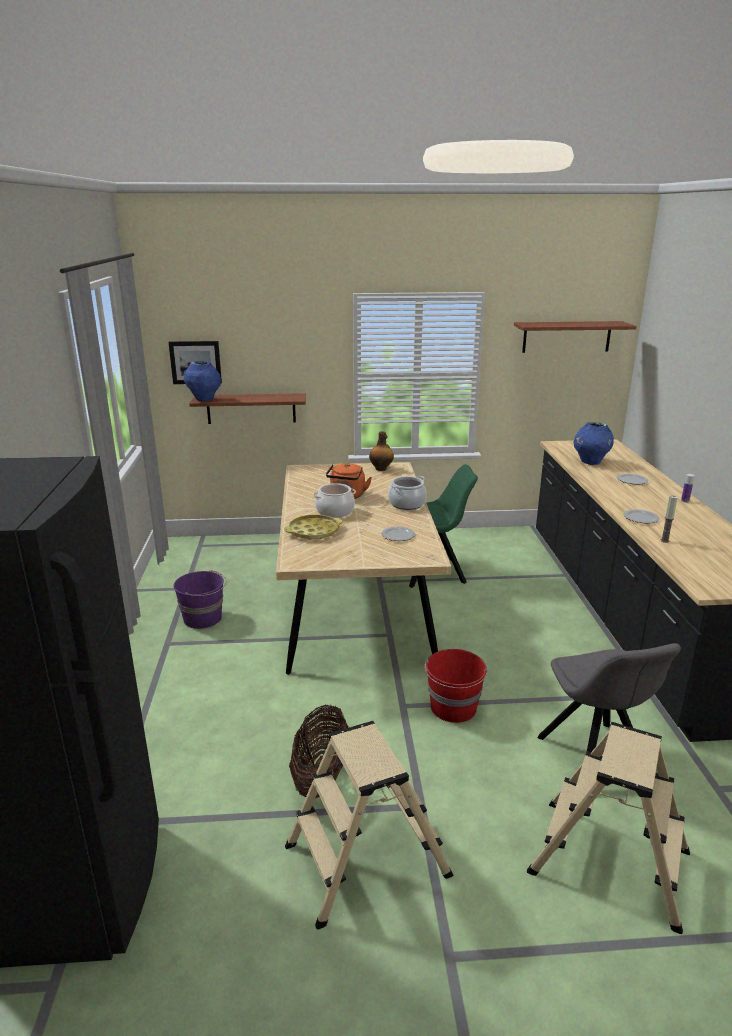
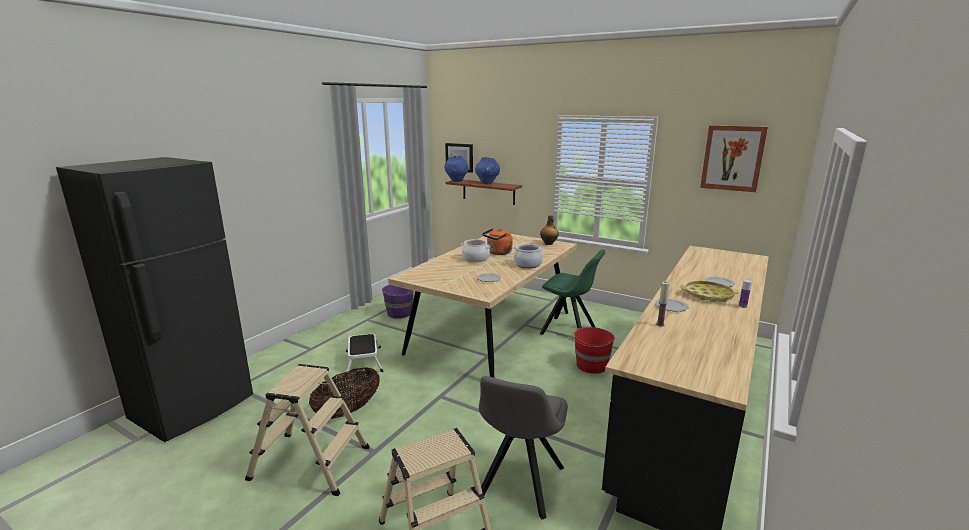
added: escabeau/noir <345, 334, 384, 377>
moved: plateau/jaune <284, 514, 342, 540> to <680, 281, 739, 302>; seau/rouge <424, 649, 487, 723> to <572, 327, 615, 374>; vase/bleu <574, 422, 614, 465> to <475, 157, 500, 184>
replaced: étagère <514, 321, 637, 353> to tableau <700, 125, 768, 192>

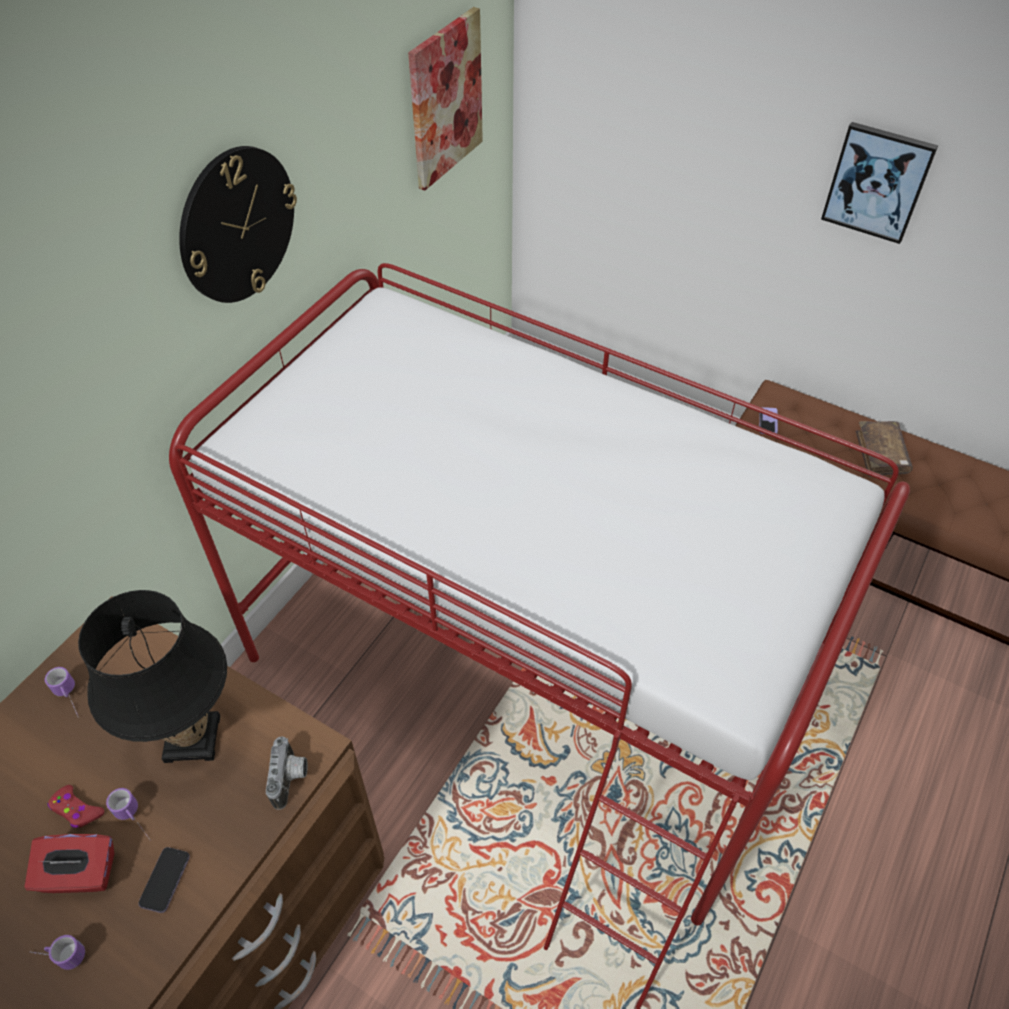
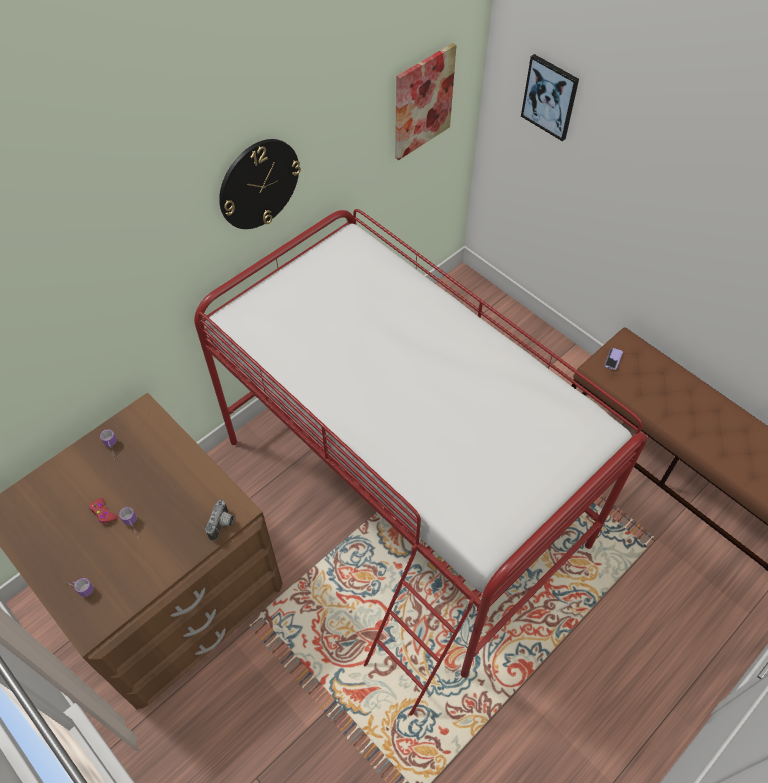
removed: boîte à mouchoirs/rouge <25, 834, 114, 893>; lampe de table/noir <78, 590, 227, 763>; téléphone <138, 847, 190, 913>; livre/marron <856, 421, 913, 477>
moved: tableau <821, 122, 938, 244> to <521, 54, 579, 141>

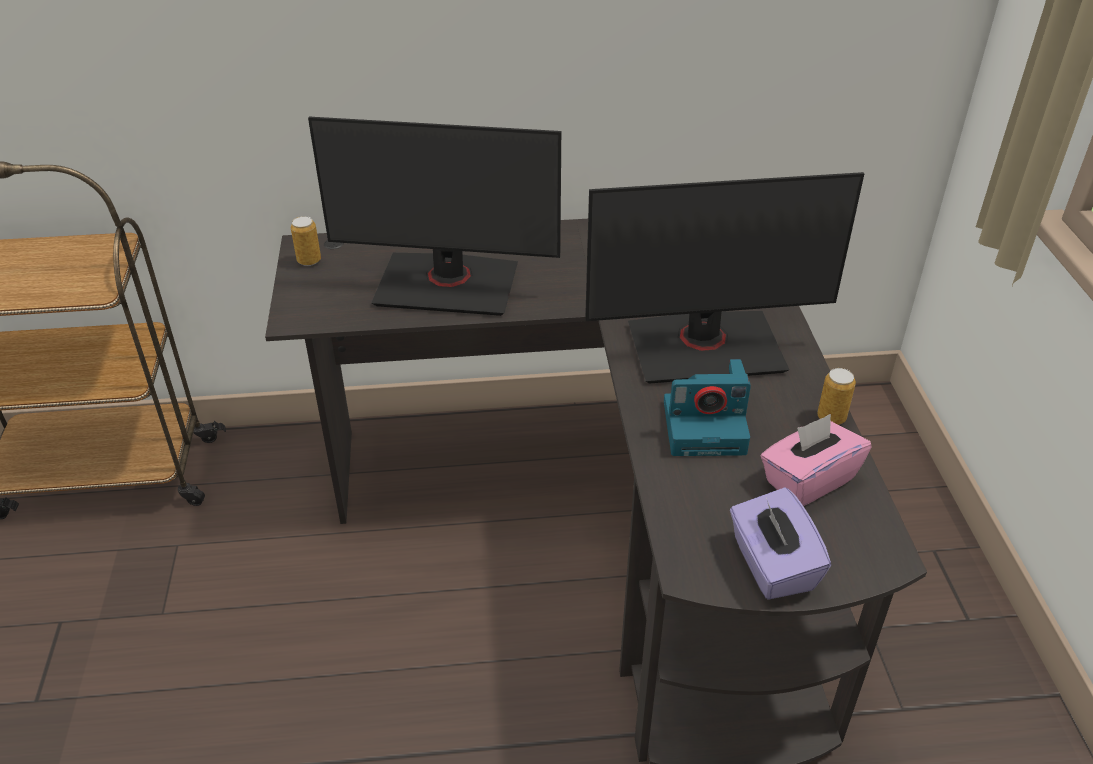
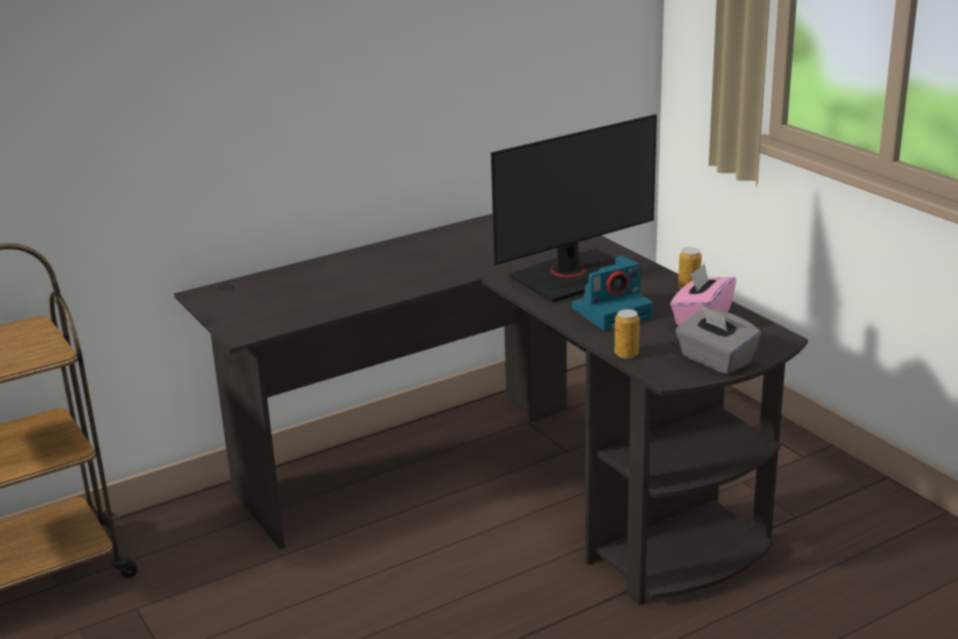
removed: écran d'ordinateur <308, 117, 561, 316>
moved: boîte métallique <291, 216, 321, 266> to <615, 309, 640, 359>
recoloured: boîte à mouchoirs/violet <730, 487, 831, 600> to boîte à mouchoirs/gris <675, 306, 761, 374>

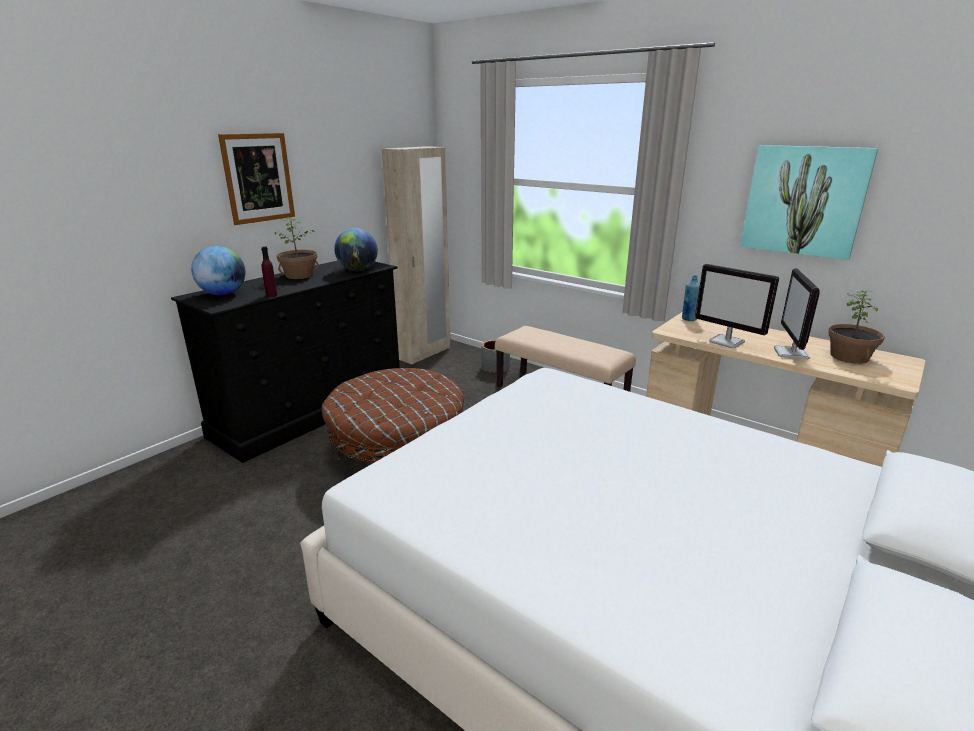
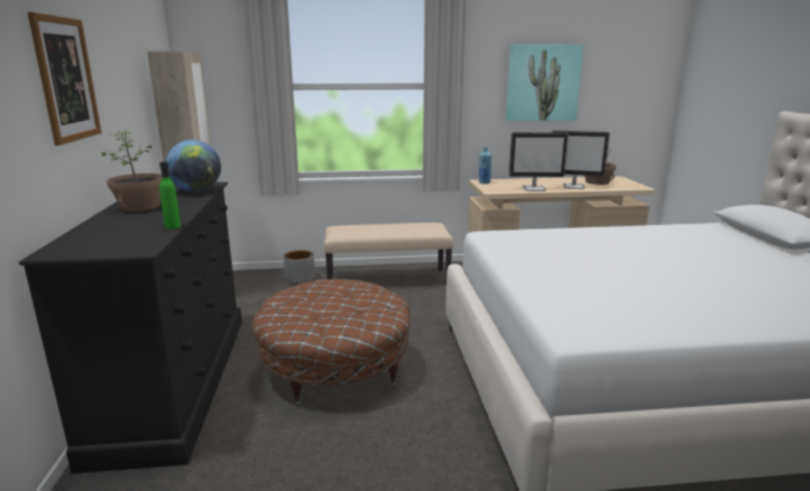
removed: globe <191, 246, 246, 295>
recoloured: bouteille/violet <261, 247, 278, 297> to bouteille/vert <159, 161, 181, 229>
turned: écran d'ordinateur <774, 268, 820, 360> = <552, 130, 610, 189> 45 degrees counterclockwise

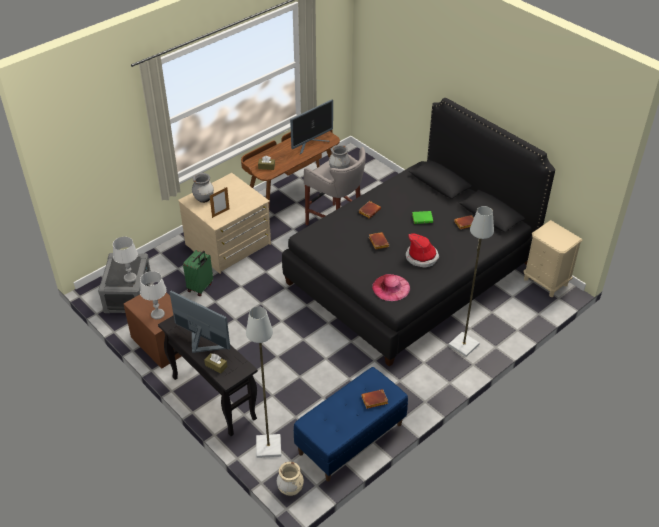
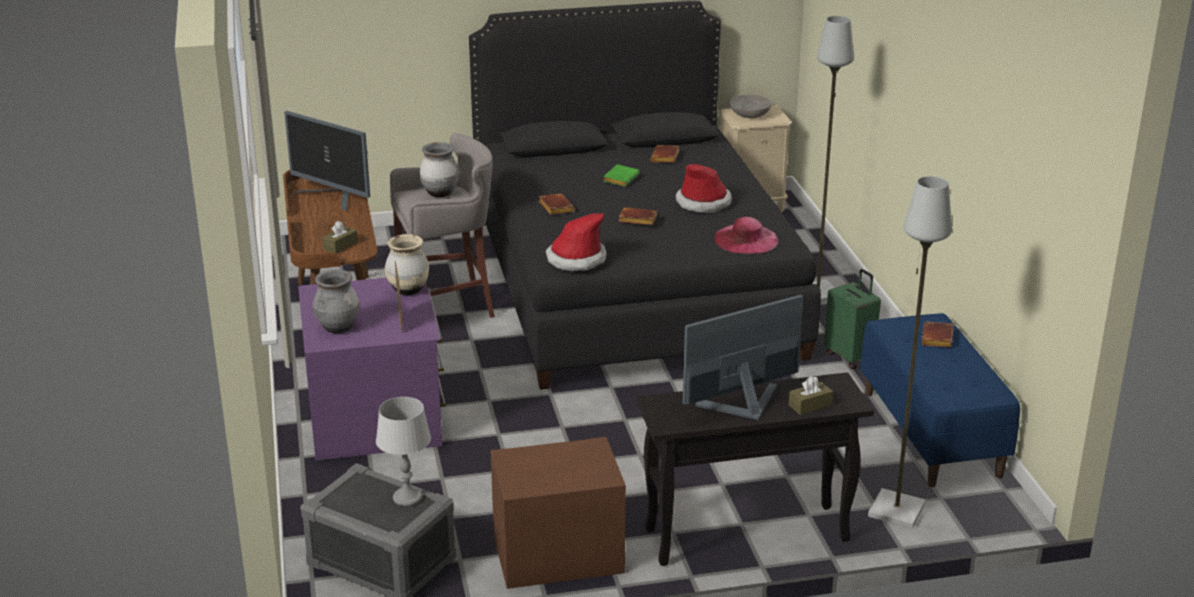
removed: lampe de table/gris <140, 271, 167, 319>
added: chapeau <546, 214, 606, 272>; bol/gris <729, 94, 772, 118>
moved: valise/vert <183, 250, 213, 296> to <824, 269, 881, 369>; vase/beige <277, 462, 304, 496> to <385, 234, 429, 295>
recoloured: commode/beige <178, 173, 271, 274> to commode/violet <298, 277, 446, 461>
turned: écran d'ordinateur <290, 99, 333, 154> = <284, 111, 370, 212> 135 degrees clockwise

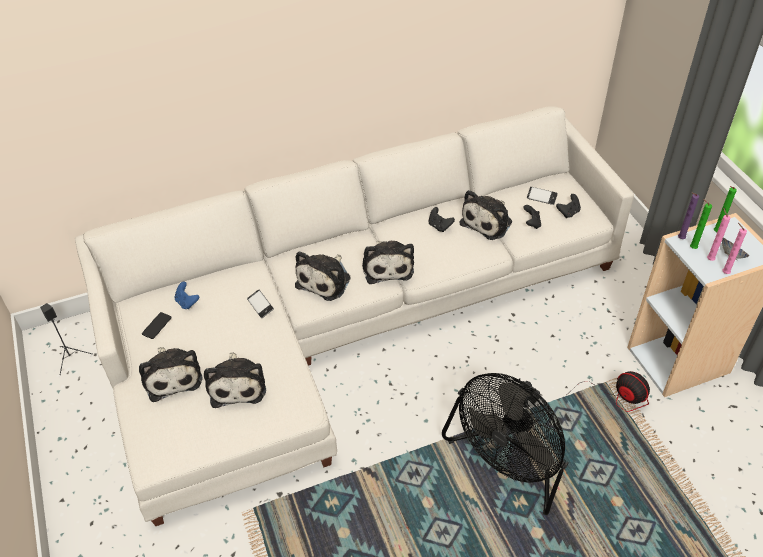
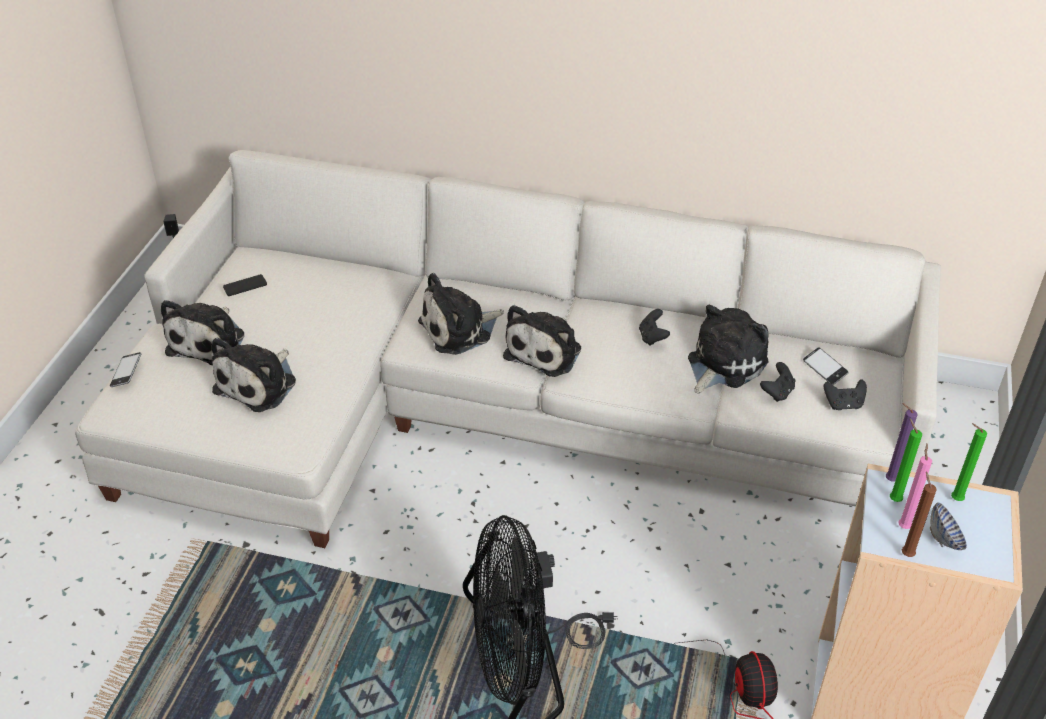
removed: manette/bleu <174, 282, 199, 310>
moved: téléphone <247, 290, 274, 318> to <110, 352, 141, 387>
recoloured: bougie/rose <722, 223, 747, 274> to bougie/marron <902, 471, 937, 557>
turned: peluche <459, 190, 512, 240> = <688, 305, 769, 394> 150 degrees clockwise

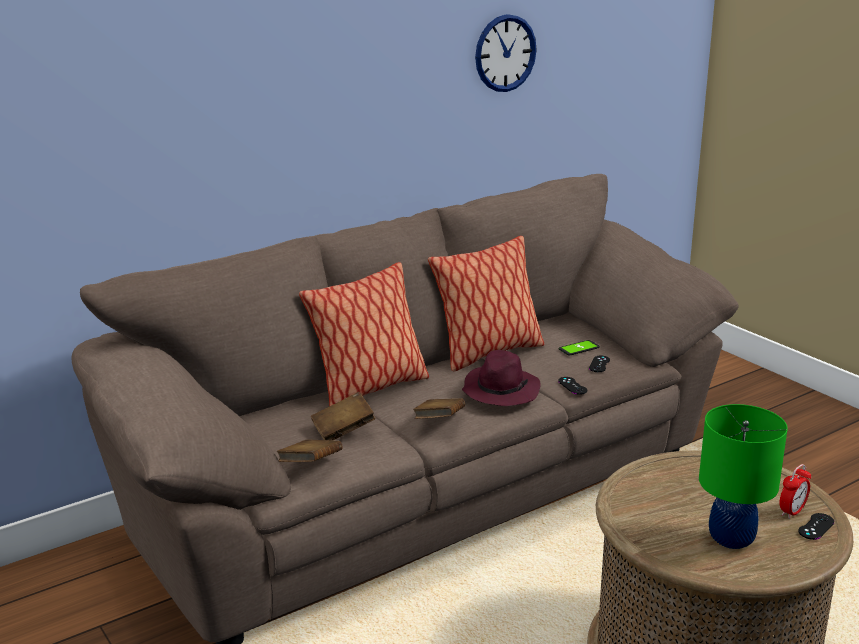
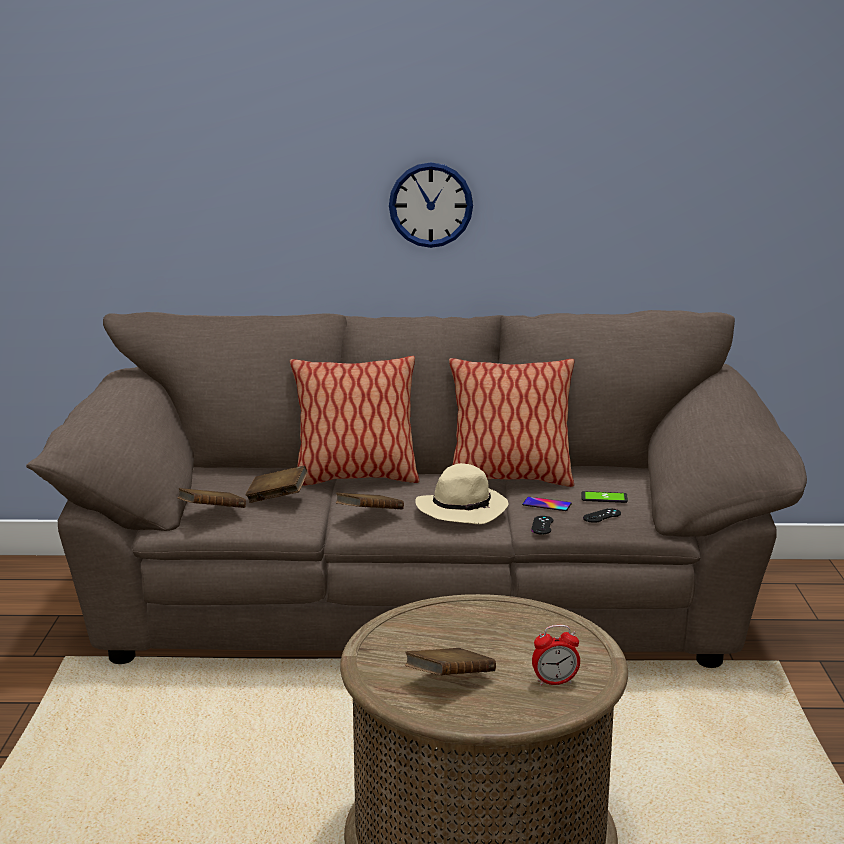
removed: manette/noir <798, 513, 834, 540>
added: téléphone <522, 497, 572, 511>
moved: horloge murale <475, 14, 537, 92> to <389, 163, 473, 248>
replaced: lampe de table/vert <699, 404, 788, 549> to livre/marron <405, 648, 496, 675>
recoloured: chapeau/violet <462, 350, 541, 406> to chapeau/beige <415, 463, 508, 524>

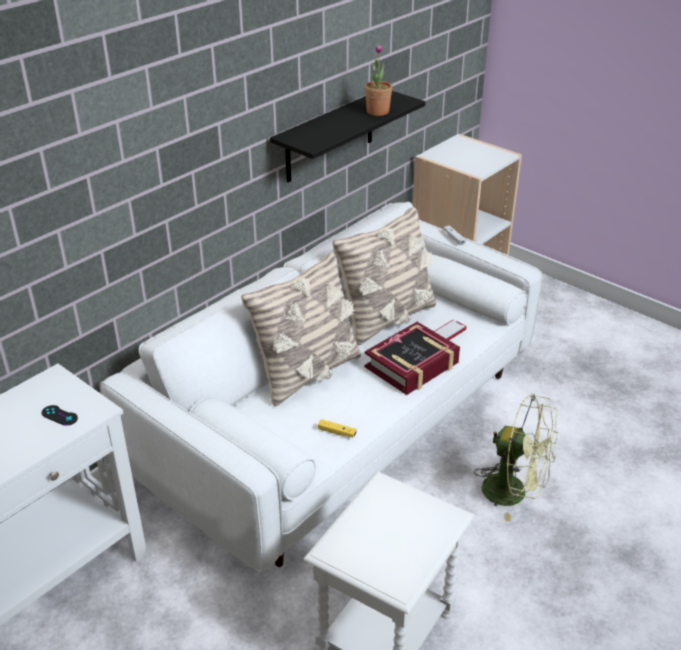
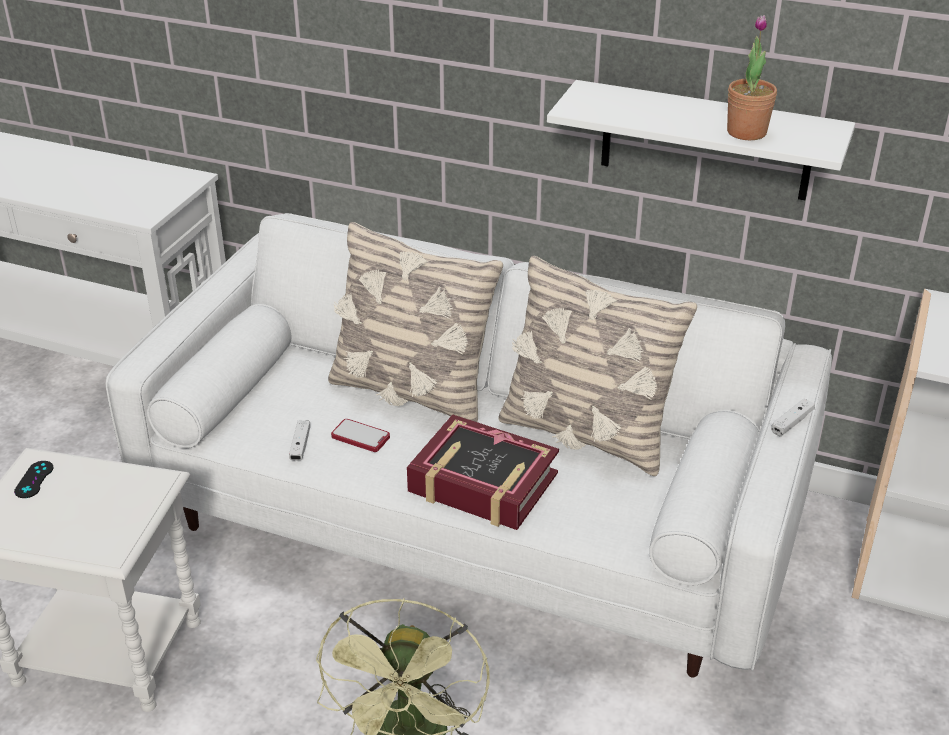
moved: manette/noir <42, 405, 78, 426> to <14, 461, 53, 498>; téléphone <434, 320, 466, 340> to <331, 419, 390, 452>
recoloured: étagère/noir <270, 91, 425, 182> to étagère/blanc <547, 80, 855, 200>; manette/jaune <318, 419, 357, 438> to manette/blanc <289, 420, 310, 460>

